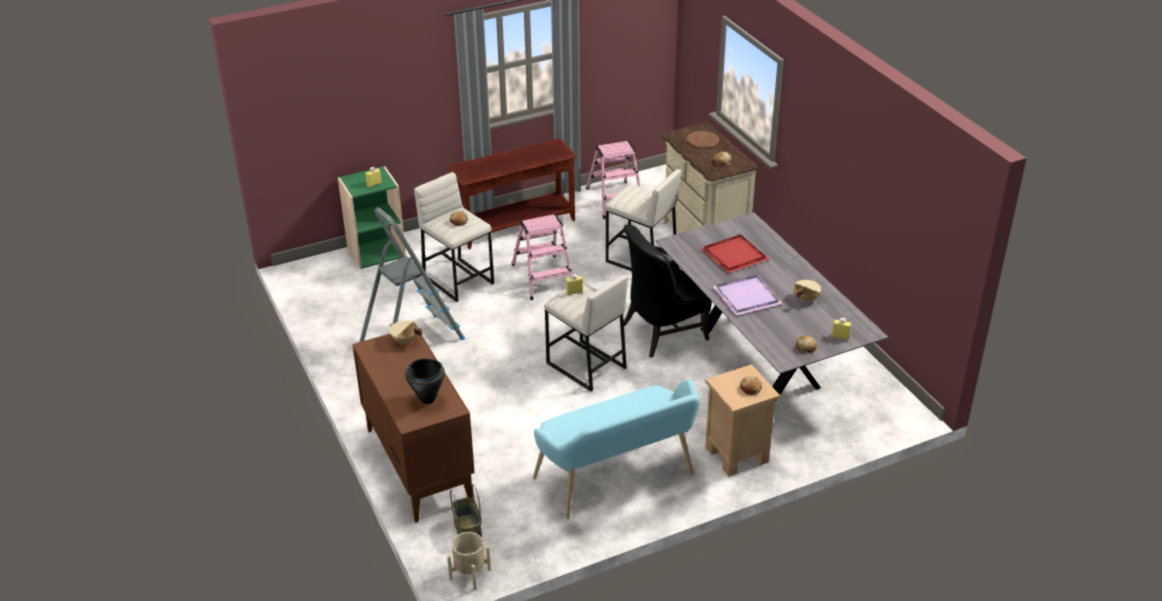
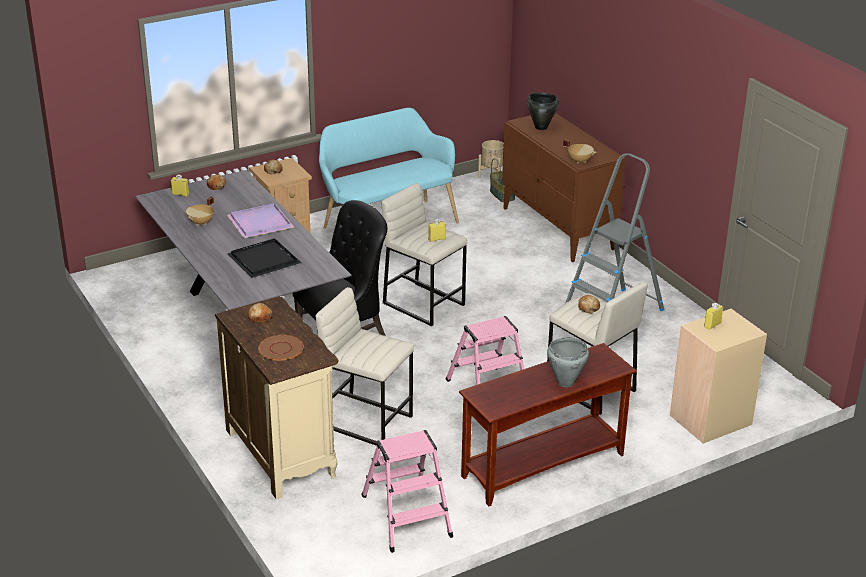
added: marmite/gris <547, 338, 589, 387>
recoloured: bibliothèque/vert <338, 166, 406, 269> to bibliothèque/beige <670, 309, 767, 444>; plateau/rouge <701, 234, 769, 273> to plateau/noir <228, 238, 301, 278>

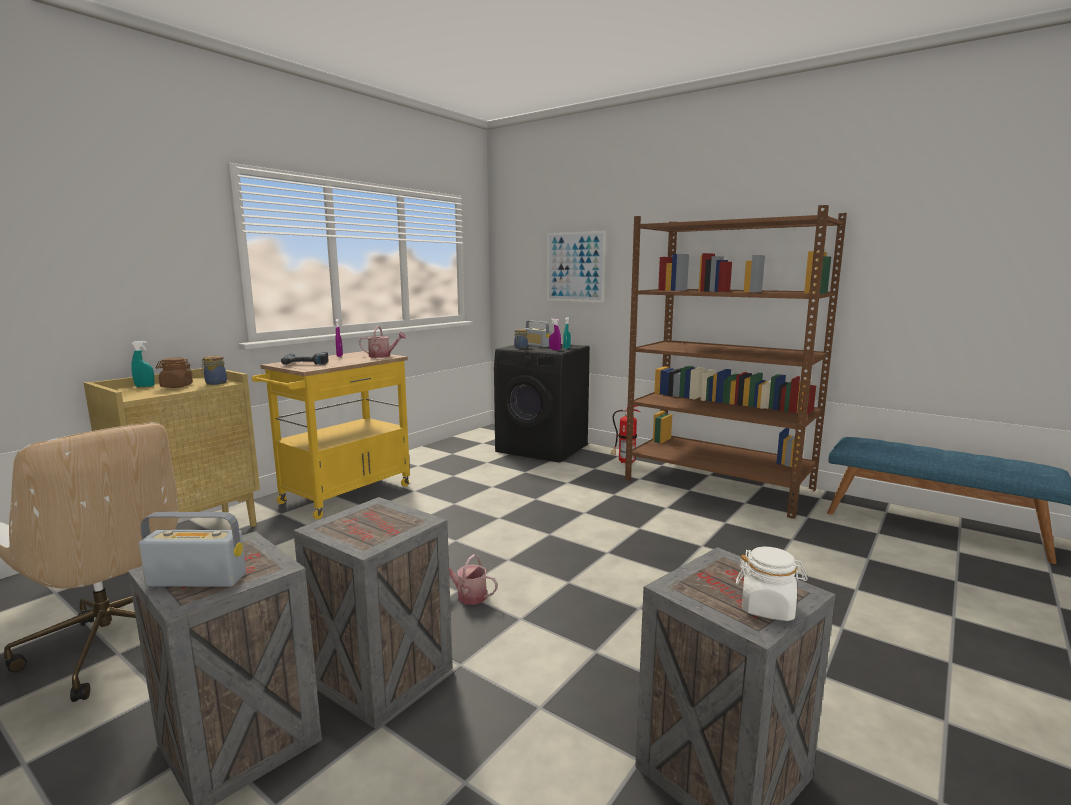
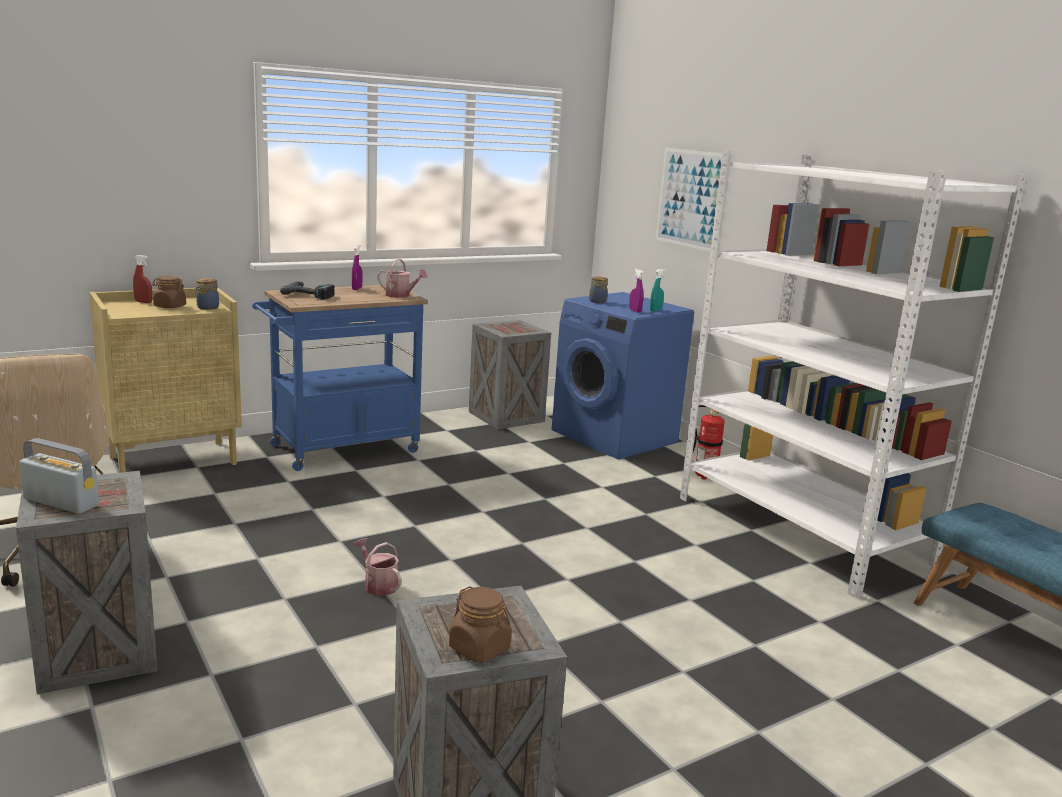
removed: radio <525, 321, 551, 347>
moved: caisse <293, 497, 453, 729> to <469, 320, 551, 430>
recoloured: vaporisateur/turquoise <131, 341, 155, 387> to vaporisateur/rouge <133, 255, 152, 303>; chariot/jaune <252, 351, 410, 519> to chariot/bleu <252, 285, 428, 471>; lave-linge/noir <494, 344, 590, 463> to lave-linge/bleu <552, 292, 694, 459>; bibliothèque/marron <625, 205, 847, 519> to bibliothèque/blanc <680, 151, 1027, 598>; bocal/blanc <736, 547, 808, 621> to bocal/marron <449, 586, 511, 663>

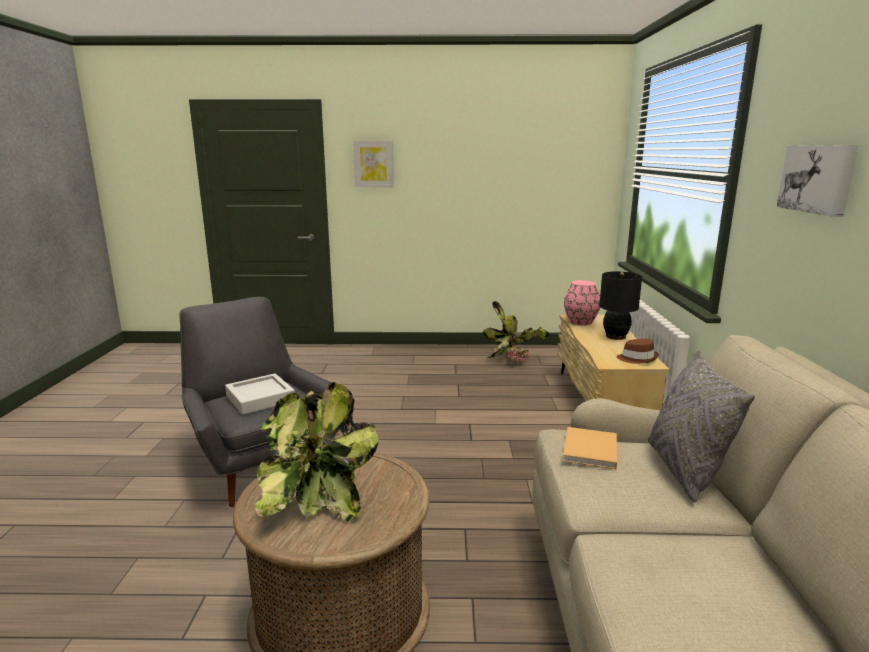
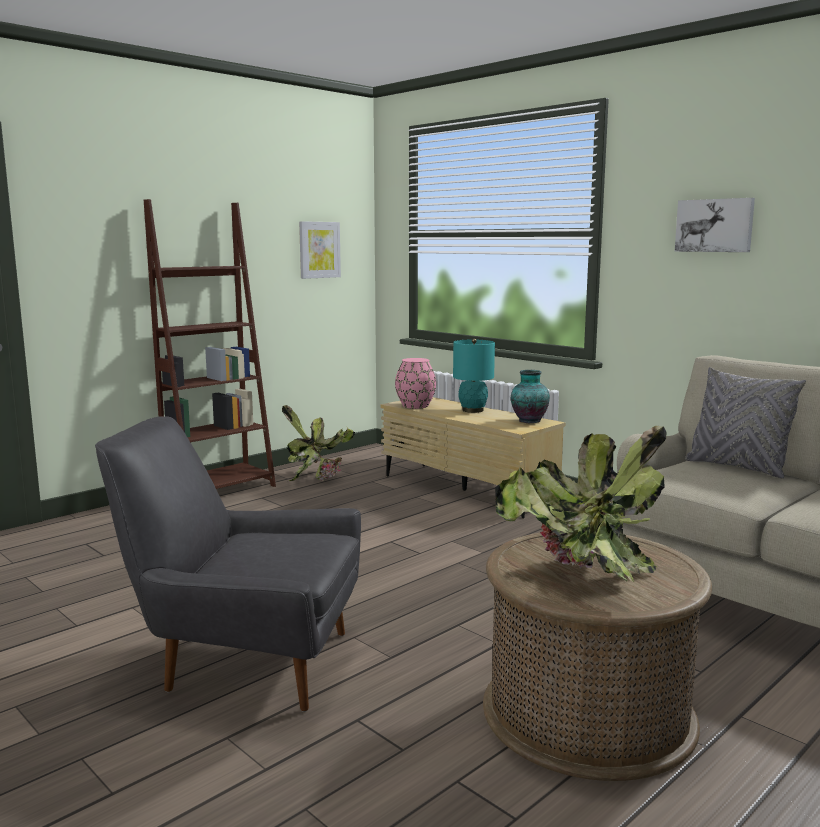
removed: plateau/gris <225, 374, 295, 415>; livre/beige <563, 427, 617, 469>
added: bibliothèque/marron <144, 199, 276, 489>
moved: tableau <353, 140, 394, 187> to <299, 221, 341, 279>
replaced: chapeau/marron <616, 339, 659, 364> to vase <511, 370, 550, 424>
recoloured: lampe de table/noir <599, 272, 642, 340> to lampe de table/turquoise <453, 338, 495, 413>

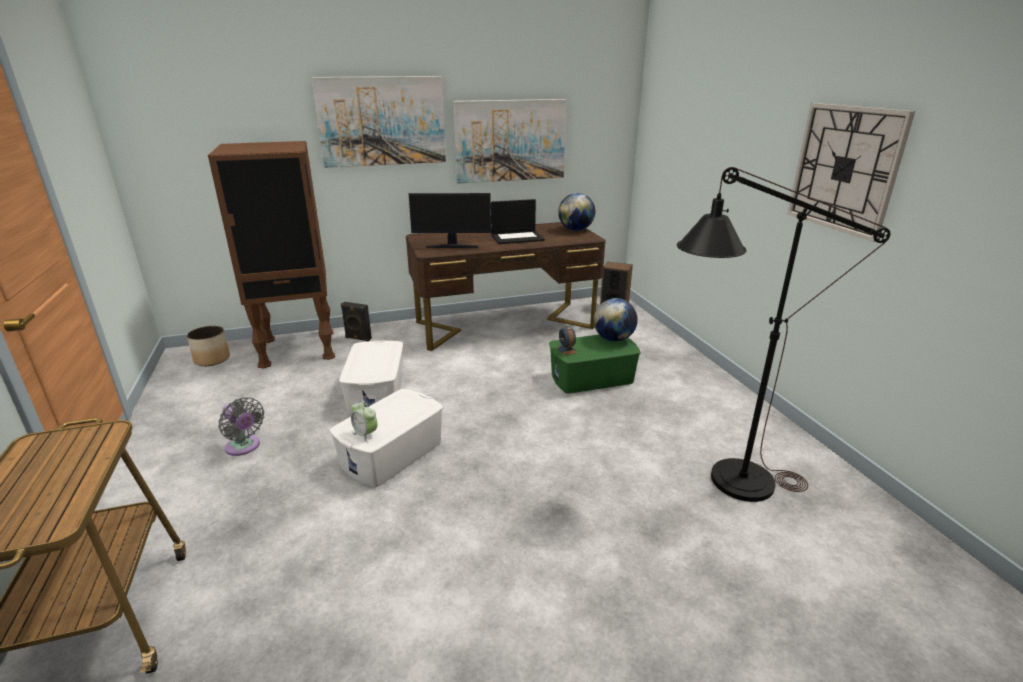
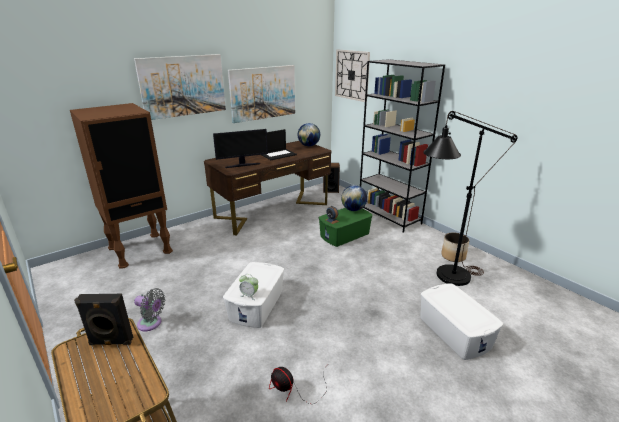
added: ventilateur <269, 367, 327, 404>; bibliothèque/gris <360, 59, 445, 233>
moved: cache-pot <187, 326, 230, 366> to <441, 233, 469, 262>; boîte de rangement/blanc <339, 341, 403, 414> to <420, 283, 503, 360>; enceinte/noir <341, 302, 372, 341> to <74, 294, 133, 345>; horloge murale <787, 103, 915, 242> to <335, 49, 370, 102>

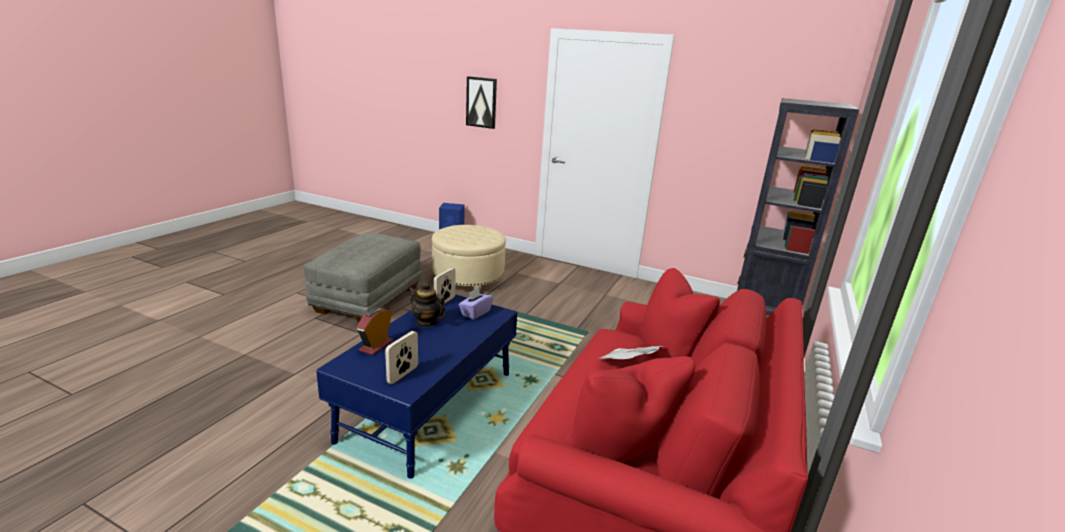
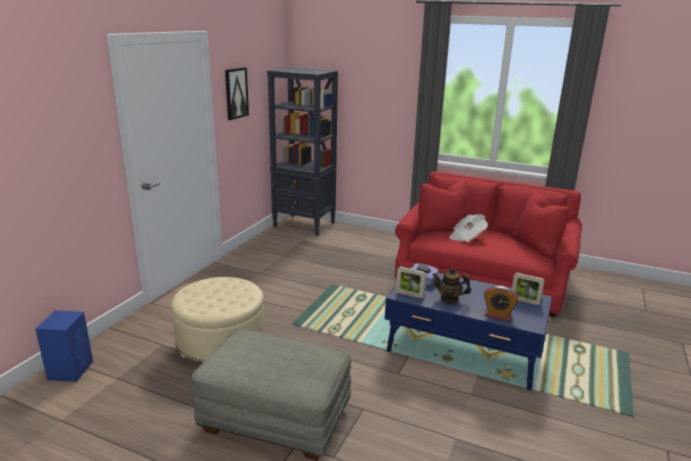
moved: tableau <466, 76, 497, 129> to <225, 67, 249, 120>
turned: théière <409, 282, 446, 328> = <432, 267, 471, 304> 75 degrees clockwise

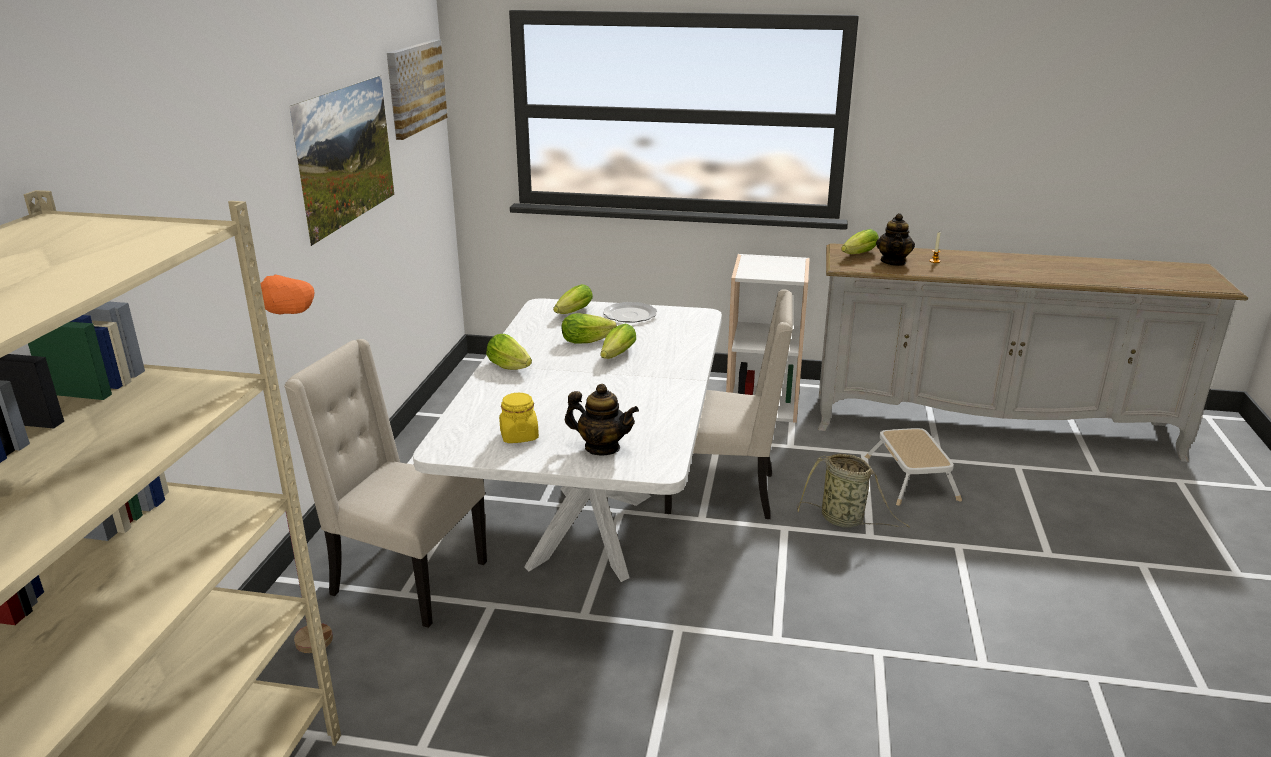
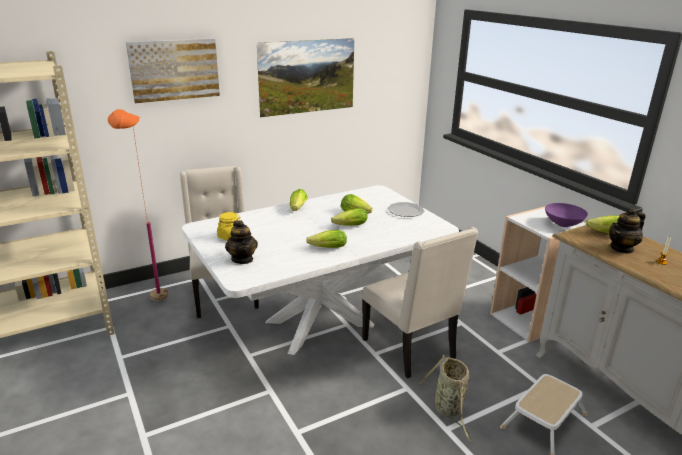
added: bol/violet <545, 203, 588, 227>
moved: tableau <387, 39, 448, 140> to <126, 38, 220, 103>; laitue <553, 284, 593, 314> to <306, 230, 347, 248>

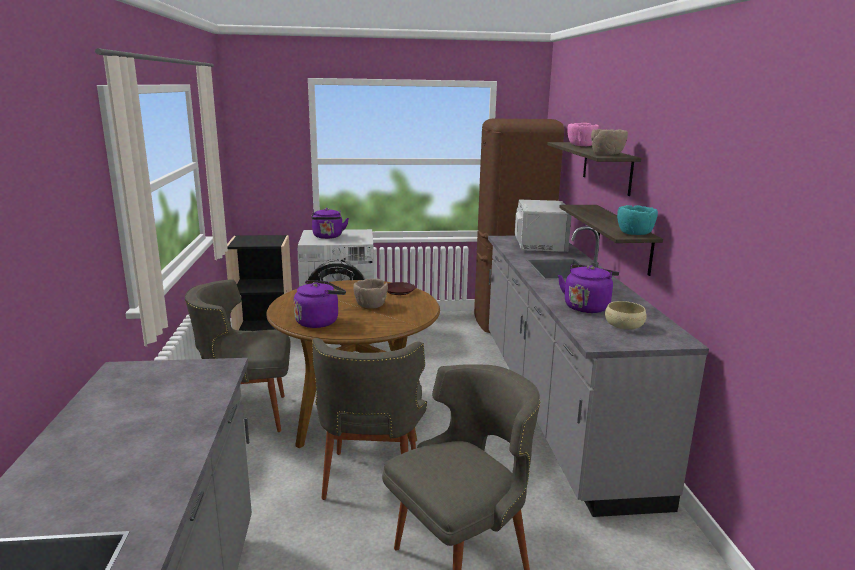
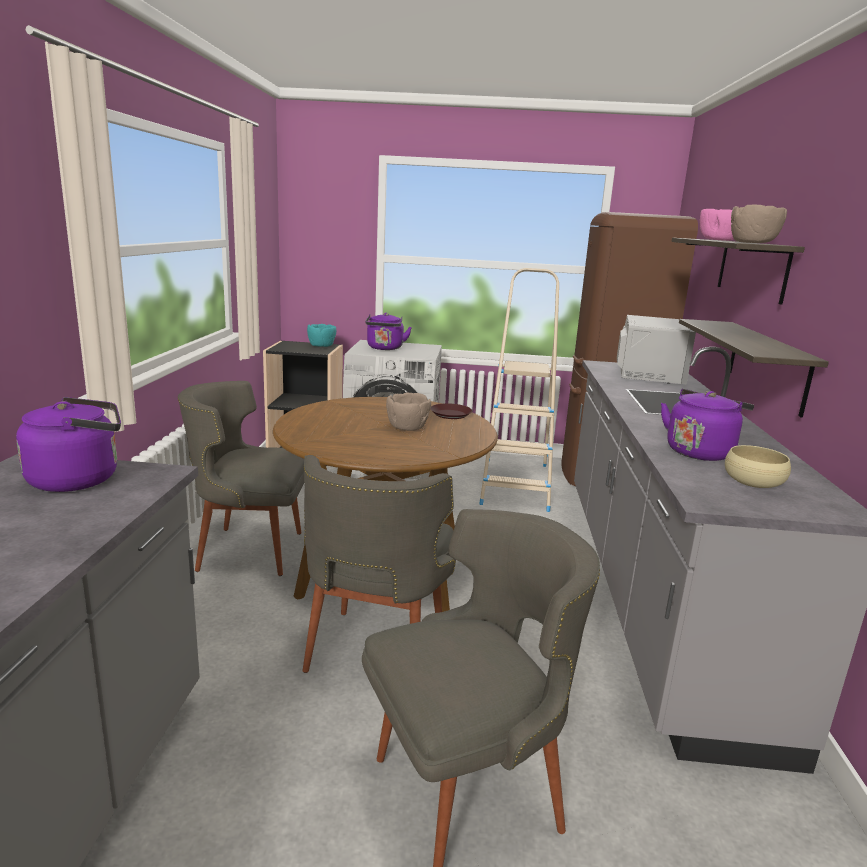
added: escabeau/beige <479, 268, 559, 512>
moved: bouilloire/violet <294, 280, 346, 328> to <16, 397, 121, 492>; bol/turquoise <617, 205, 658, 235> to <307, 324, 336, 347>

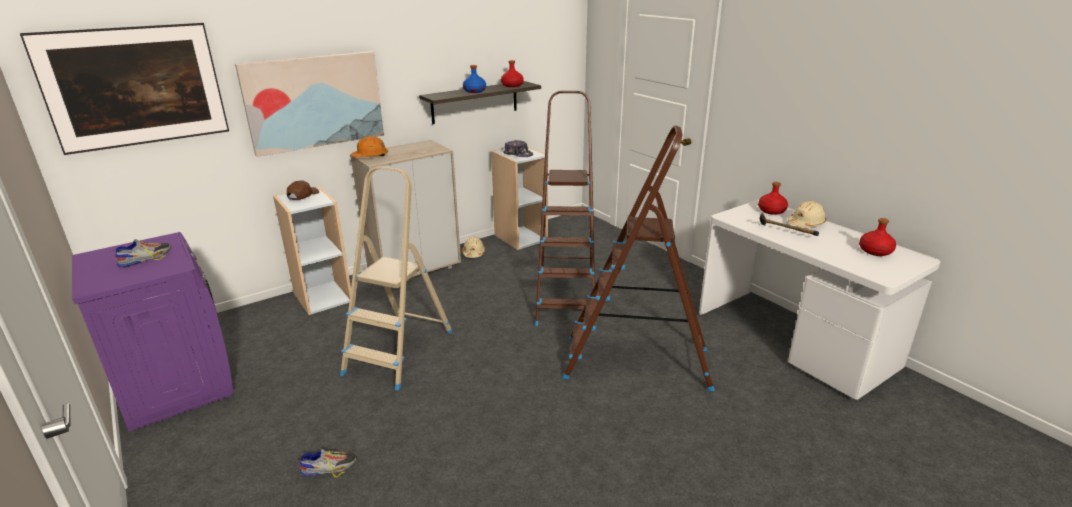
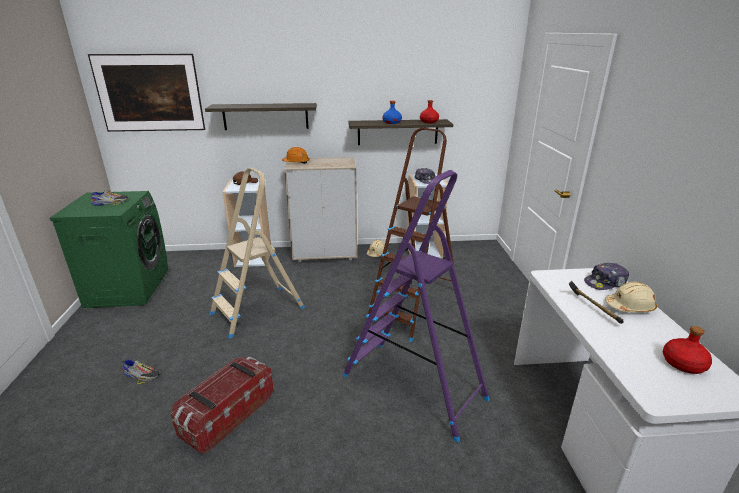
added: boîte de rangement <171, 357, 274, 453>
replaced: tableau <235, 51, 384, 157> to étagère <205, 103, 317, 130>; bouteille/rouge <758, 182, 788, 215> to casquette <584, 263, 629, 290>
recoloured: lave-linge/violet <72, 232, 234, 431> to lave-linge/vert <50, 191, 168, 308>; escabeau/marron <562, 125, 715, 391> to escabeau/violet <343, 170, 490, 442>

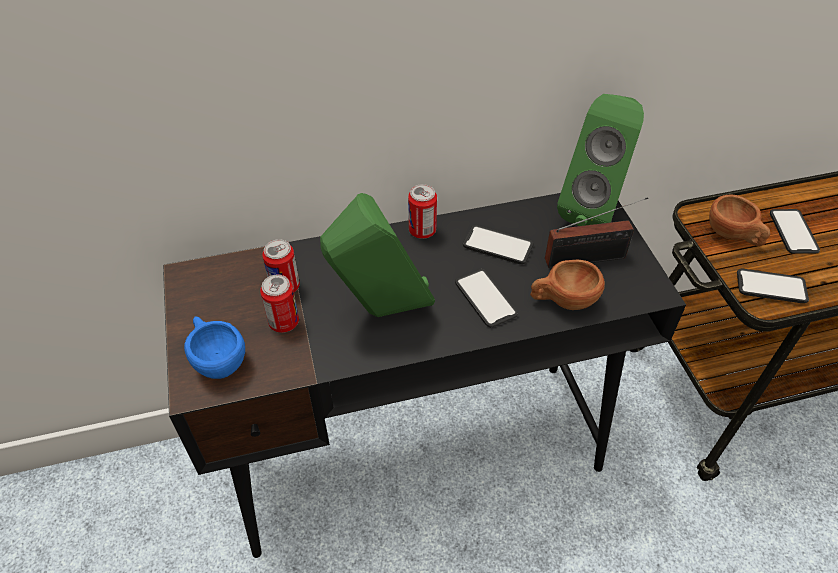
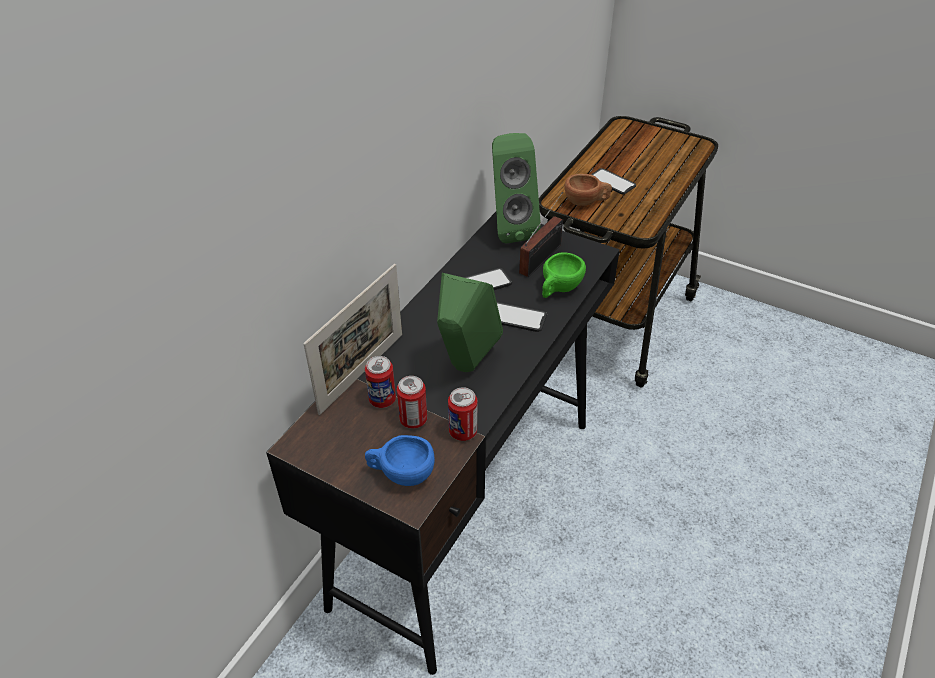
removed: téléphone <737, 269, 809, 303>
added: cadre photo <303, 263, 402, 415>
moved: boîte métallique <408, 184, 437, 239> to <448, 387, 477, 441>
recoloured: tasse/marron <530, 259, 605, 310> to tasse/vert <542, 252, 586, 298>

